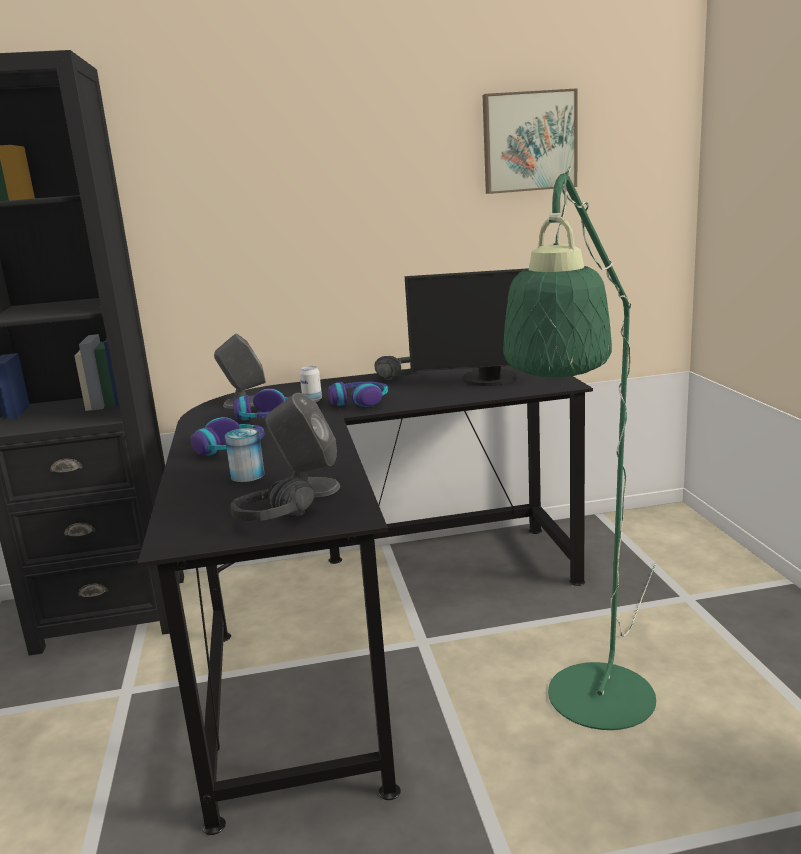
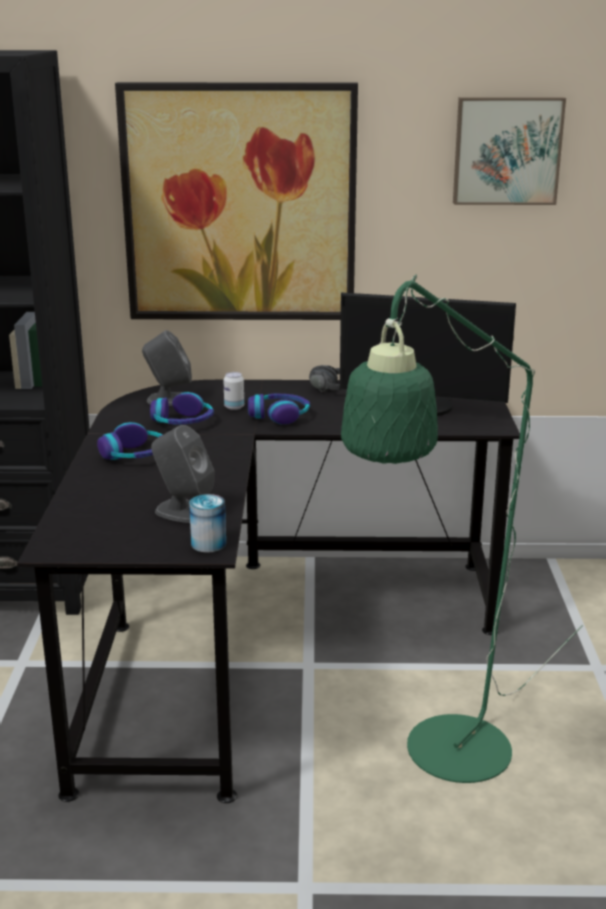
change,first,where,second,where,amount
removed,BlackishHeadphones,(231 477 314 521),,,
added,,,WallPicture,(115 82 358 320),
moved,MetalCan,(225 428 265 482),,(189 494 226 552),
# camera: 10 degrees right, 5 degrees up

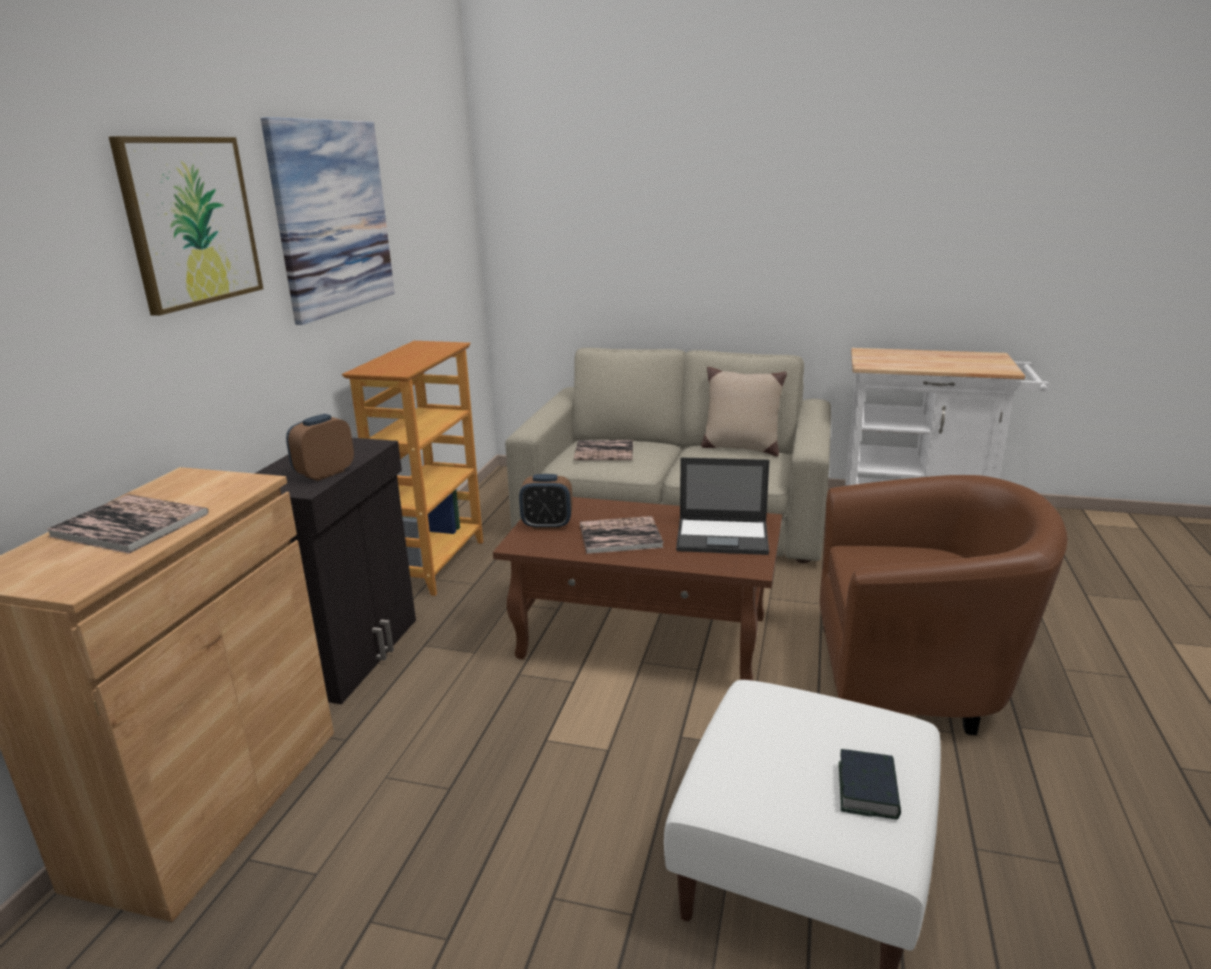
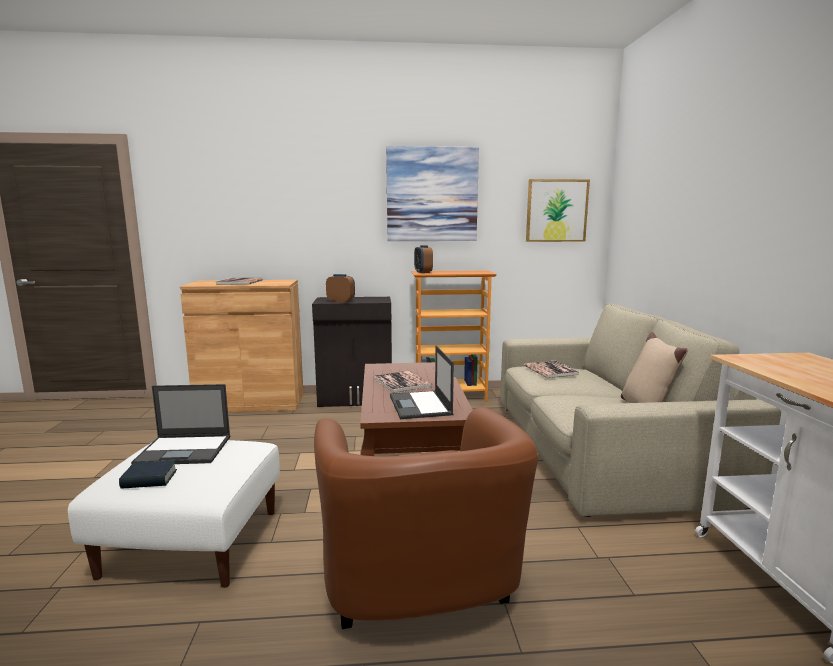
change,first,where,second,where,amount
added,,,NotebookComputer,(131 384 230 464),
moved,WallPicture,(109 136 263 316),,(526 179 590 242),
moved,AlarmClock,(519 474 573 529),,(414 245 433 273),
# camera: 70 degrees right, 10 degrees down

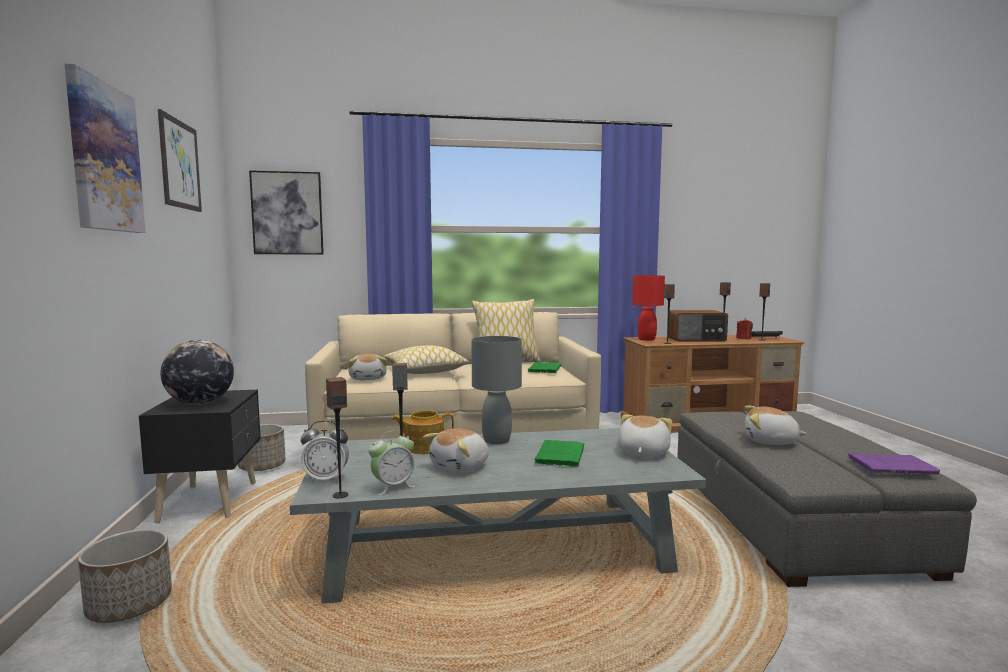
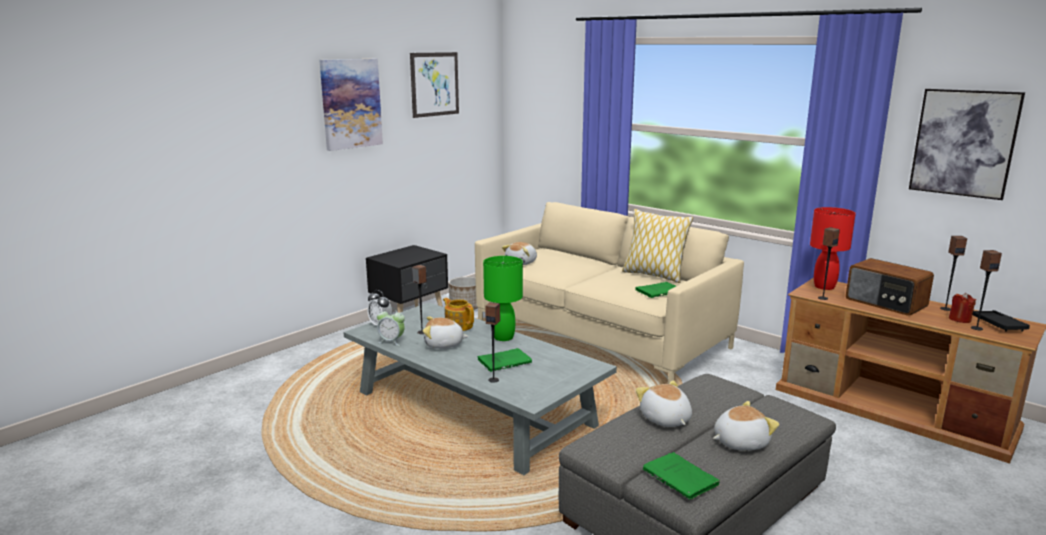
change,first,where,second,where,amount
removed,FlowerPot,(78 529 172 623),,,
removed,Globe,(161 340 234 405),,,
removed,Cushion,(383 345 469 374),,,
moved,WallPicture,(249 170 324 254),,(909 89 1025 200),
moved,AudioSpeaker,(326 377 349 499),,(485 302 500 383),
moved,CuddlyToy,(618 415 672 458),,(713 401 780 451),
recoloured,GreyishLampForATable,(471 336 522 445),GreenColouredLampForATable,(483 256 523 341),
recoloured,PurpleColouredBoundBook,(848 453 940 475),GreenColouredBoundBook,(643 452 721 500),
# camera: 50 degrees right, 10 degrees up

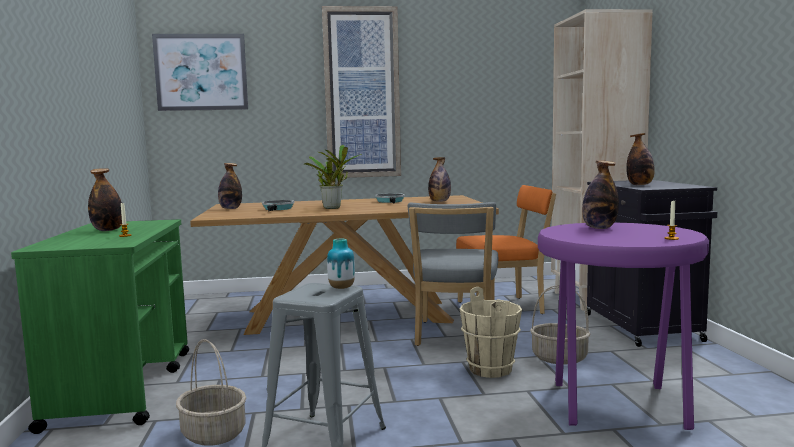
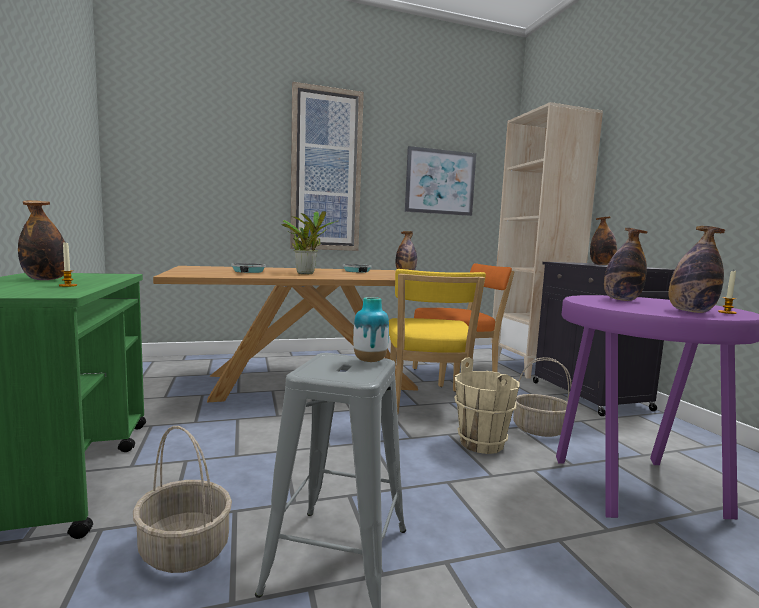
change,first,where,second,where,amount
moved,WallPicture,(152 34 248 111),,(405 146 476 216),
moved,Bottle,(218 163 242 209),,(668 226 725 313),
recoloured,GreyishPlainChair,(408 202 498 346),YellowColouredPlainChair,(389 269 486 414),
# camera: 10 degrees left, 0 degrees up

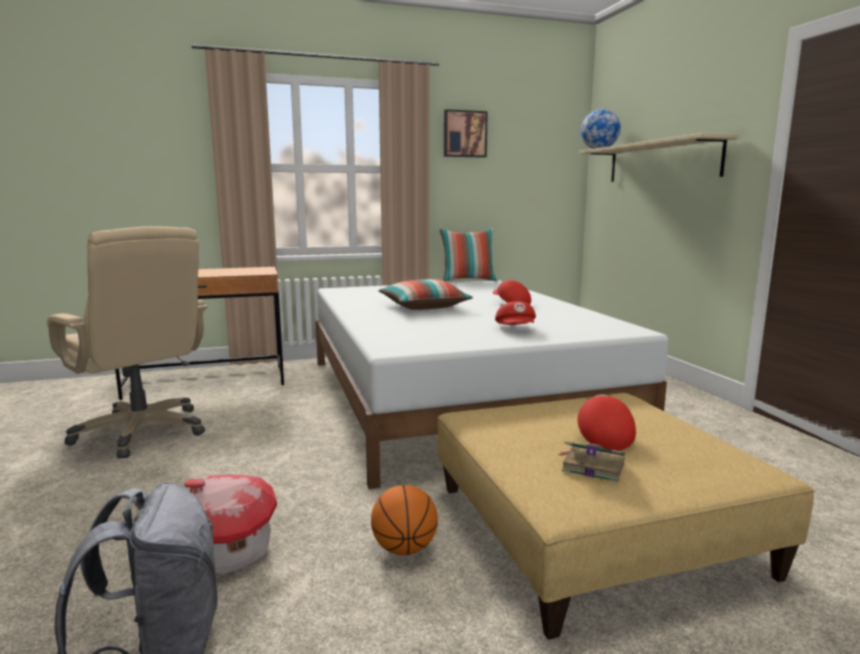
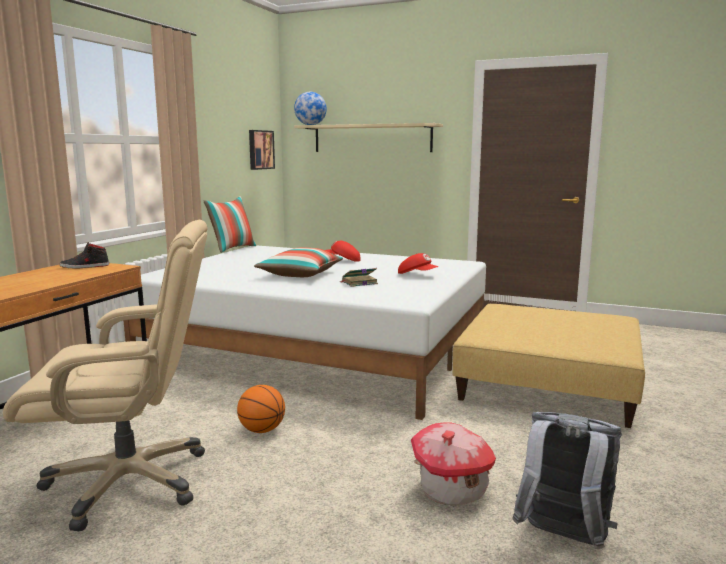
change,first,where,second,where,amount
removed,RedBaseballCap,(577 394 636 451),,,
added,,,BlackishShoe,(60 242 109 268),
moved,BasketballBall,(371 485 438 555),,(237 385 285 433),
moved,WallPicture,(444 109 488 158),,(249 130 275 170),
moved,BoundBook,(558 441 625 483),,(339 268 378 287),
# camera: 50 degrees left, 0 degrees up

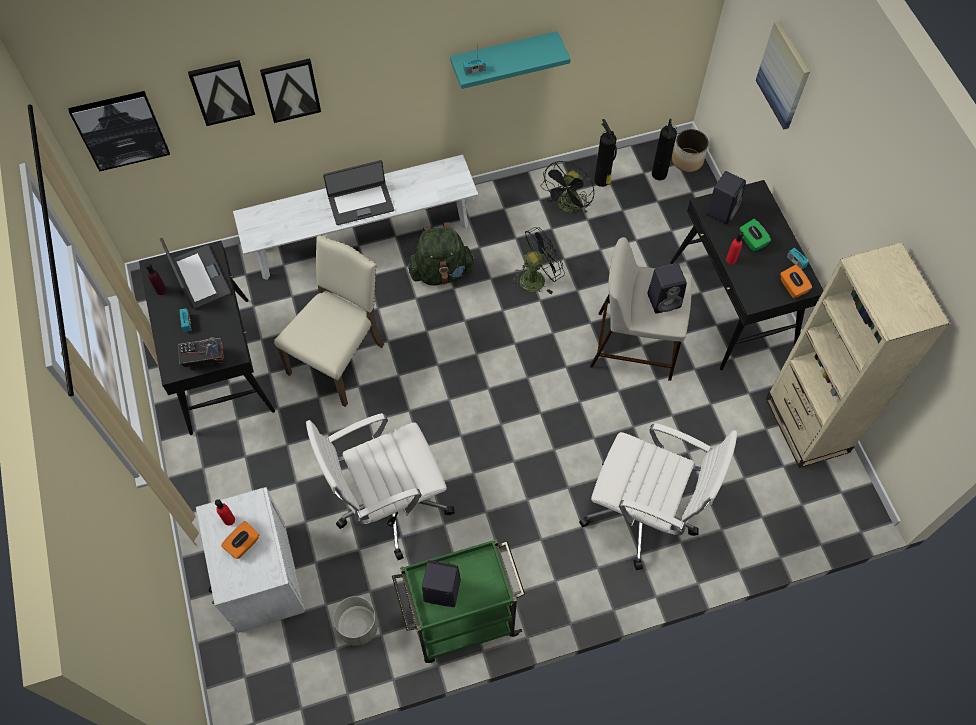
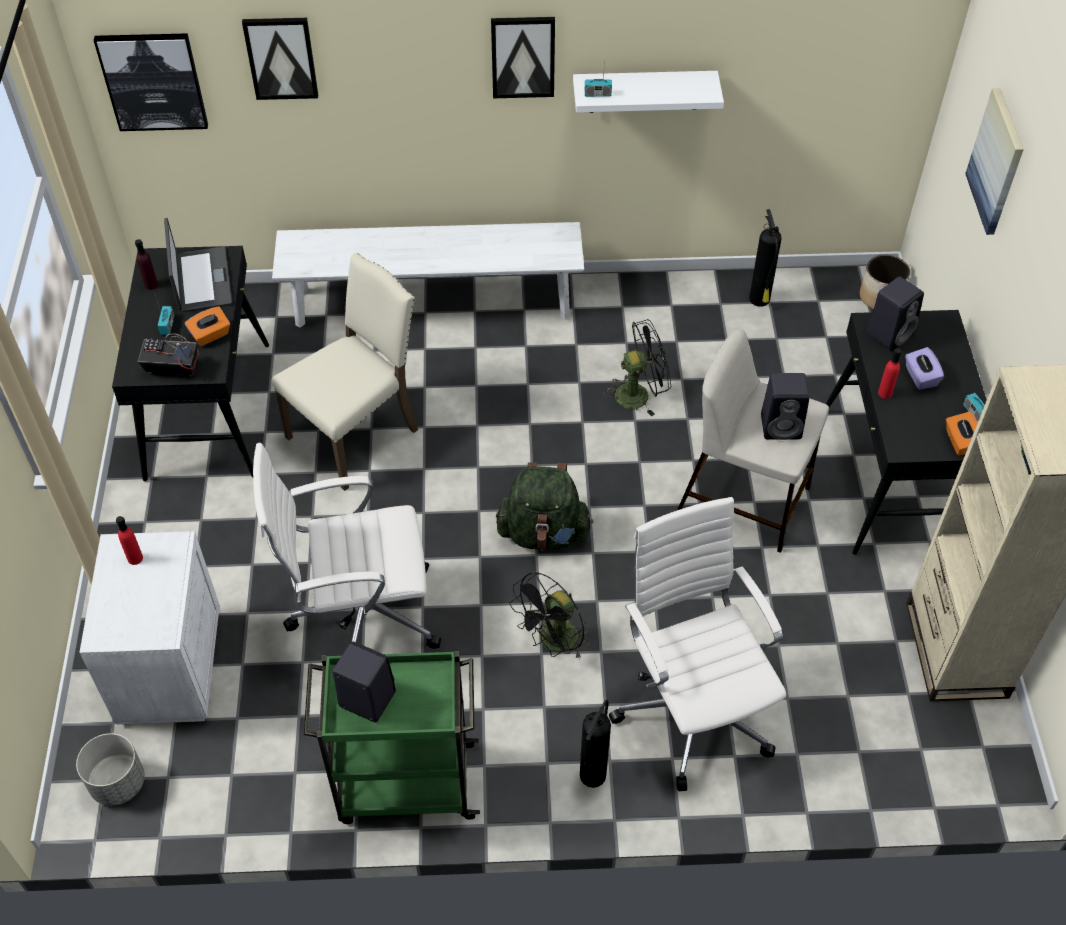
change,first,where,second,where,amount
removed,NotebookComputer,(323 160 394 225),,,
moved,OrangeyTissueHolder,(221 521 259 559),,(185 307 230 346),
moved,WallPicture,(260 58 321 123),,(491 17 555 98),
moved,GreyishFlowerPot,(333 596 378 646),,(76 733 145 806),
moved,GreenColouredKnapsack,(408 222 475 285),,(496 462 593 550),
moved,BlackishFan,(541 161 594 214),,(510 571 590 658),
moved,FireExtinguisher,(652 118 677 180),,(580 700 611 788),
recoloured,TurquoiseBracketShelf,(450 31 571 89),WhiteBracketShelf,(573 71 724 113),
recoloured,GreenColouredTissueHolder,(739 219 771 252),PurpleColouredTissueHolder,(905 347 944 390),
turned,WhiteDeskChair,(579 423 737 571),,(609 497 786 791),150 degrees counterclockwise
# camera: 15 degrees right, 10 degrees down

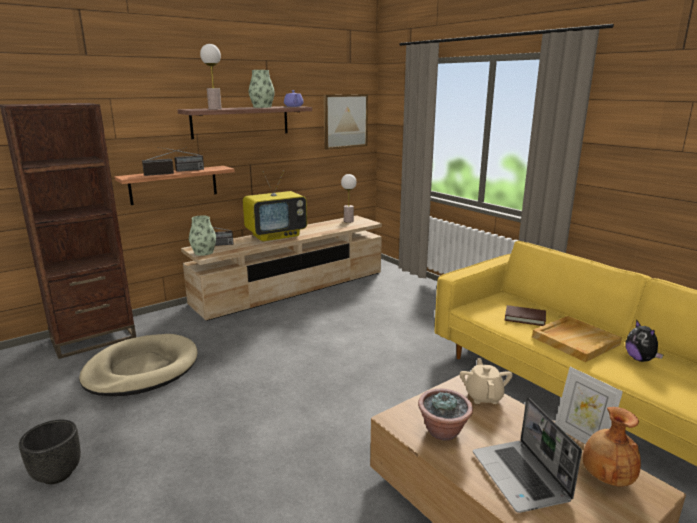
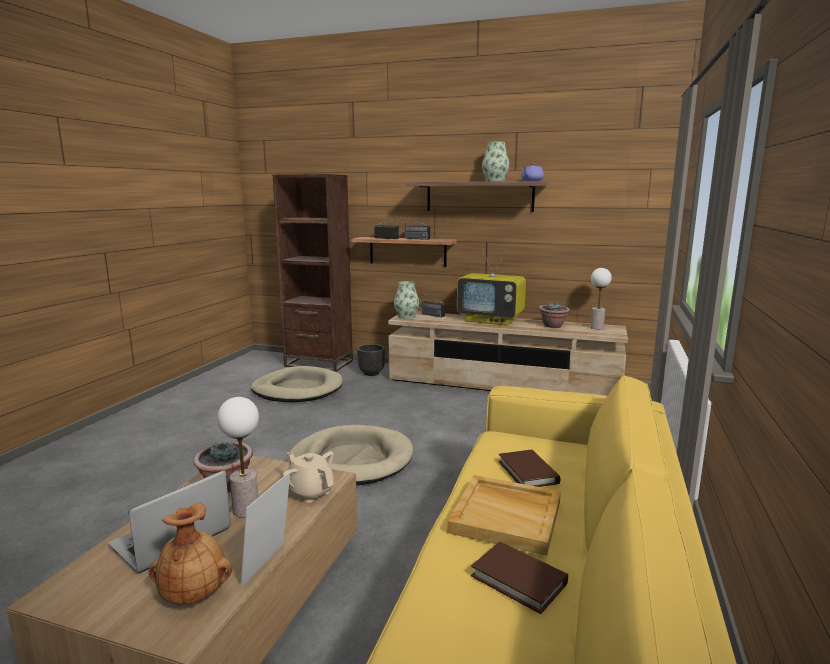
change,first,where,second,where,amount
removed,WallPicture,(324 94 368 150),,,
added,,,BeigeColouredDogBed,(287 425 414 486),
added,,,PottedPlant,(539 303 570 328),
moved,BlackishFlowerPot,(19 420 81 484),,(357 344 385 376),
moved,LampForATable,(200 44 222 109),,(217 397 259 518),
replaced,CuddlyToy,(625 320 663 362),BrownColouredBoundBook,(471 542 568 614),
turned,BeigeColouredTeaPot,(460 358 513 404),,(282 451 334 503),105 degrees counterclockwise
# camera: 55 degrees right, 5 degrees down

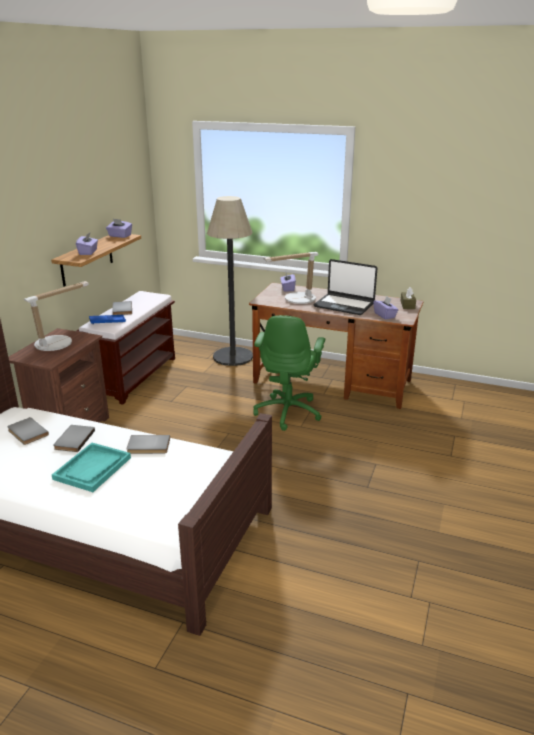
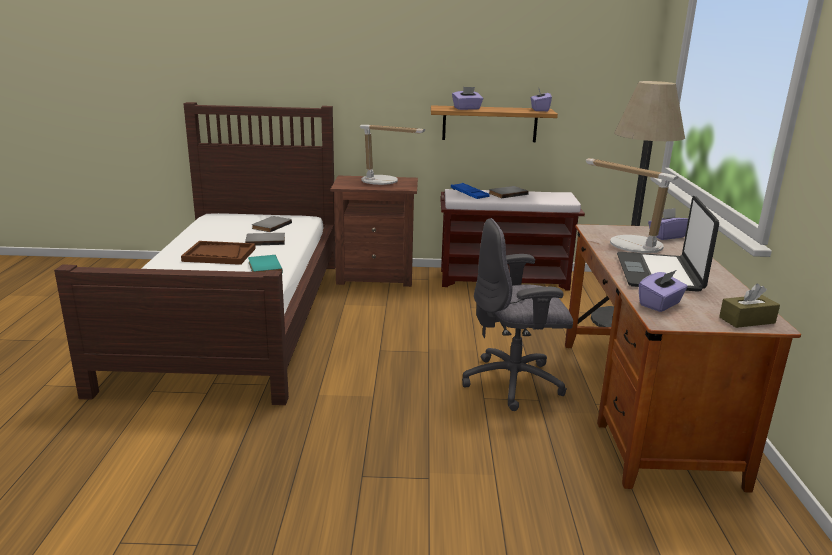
change,first,where,second,where,amount
recoloured,TurquoiseServingTray,(52 443 131 492),BrownColouredServingTray,(181 241 256 265),
recoloured,GreyishBoundBook,(126 435 170 454),TurquoiseBoundBook,(248 255 283 273),
recoloured,GreenColouredDeskChair,(253 315 325 431),GreyishDeskChair,(462 218 573 411),
# camera: 70 degrees right, 5 degrees down

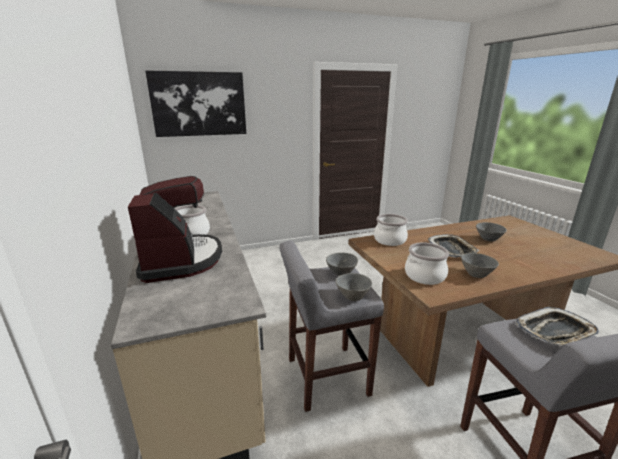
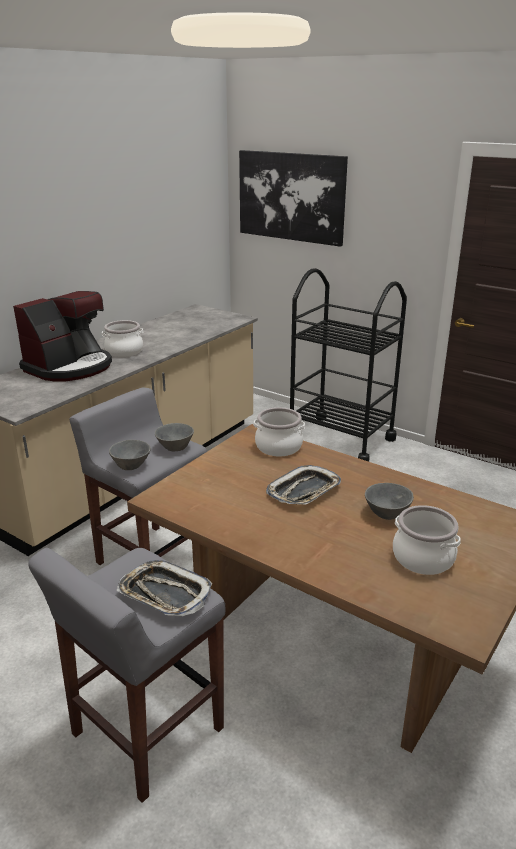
change,first,where,second,where,amount
removed,GreyishServingBowl,(461 253 499 278),,,
added,,,BlackishCart,(290 268 407 462),
moved,CookingPot,(405 242 449 285),,(393 505 461 575),
# camera: 55 degrees right, 5 degrees up

